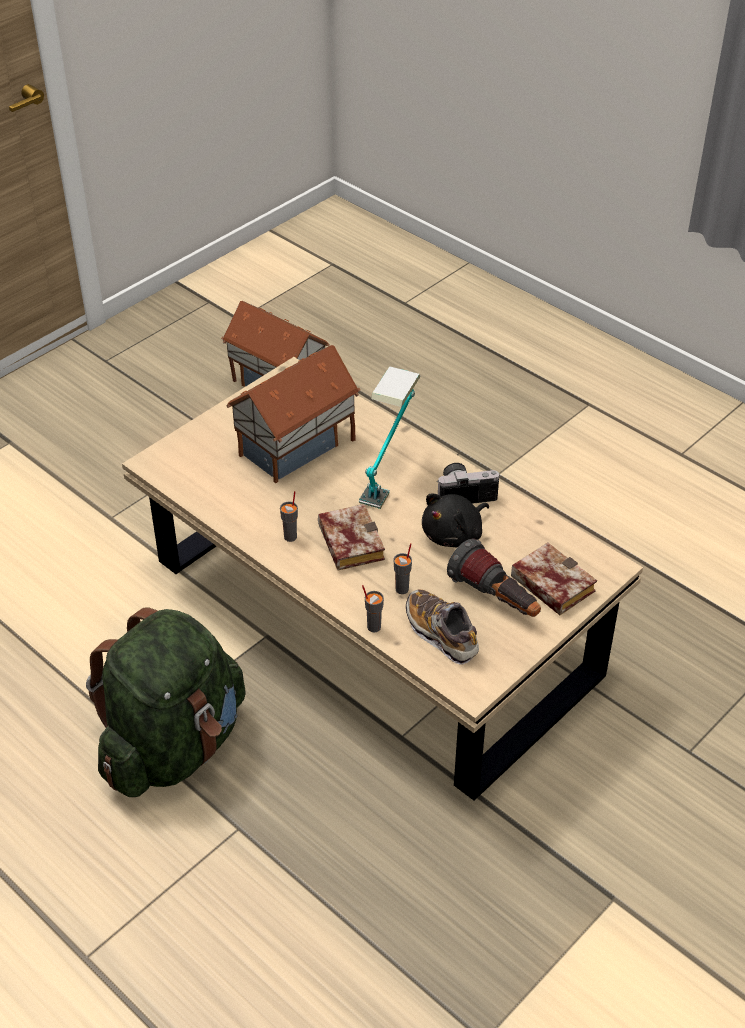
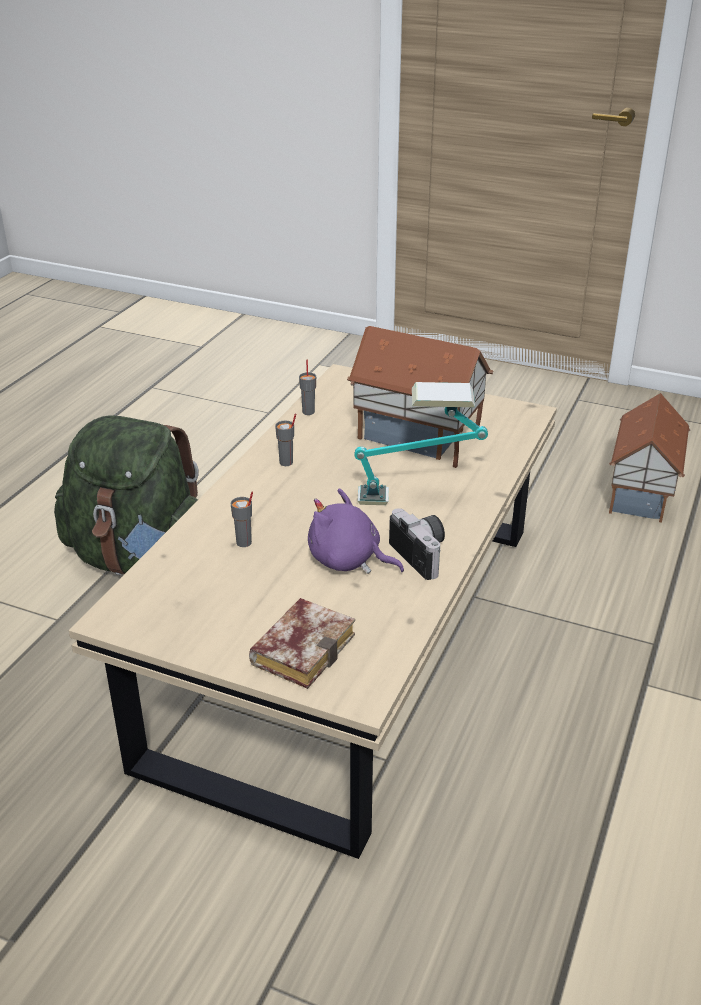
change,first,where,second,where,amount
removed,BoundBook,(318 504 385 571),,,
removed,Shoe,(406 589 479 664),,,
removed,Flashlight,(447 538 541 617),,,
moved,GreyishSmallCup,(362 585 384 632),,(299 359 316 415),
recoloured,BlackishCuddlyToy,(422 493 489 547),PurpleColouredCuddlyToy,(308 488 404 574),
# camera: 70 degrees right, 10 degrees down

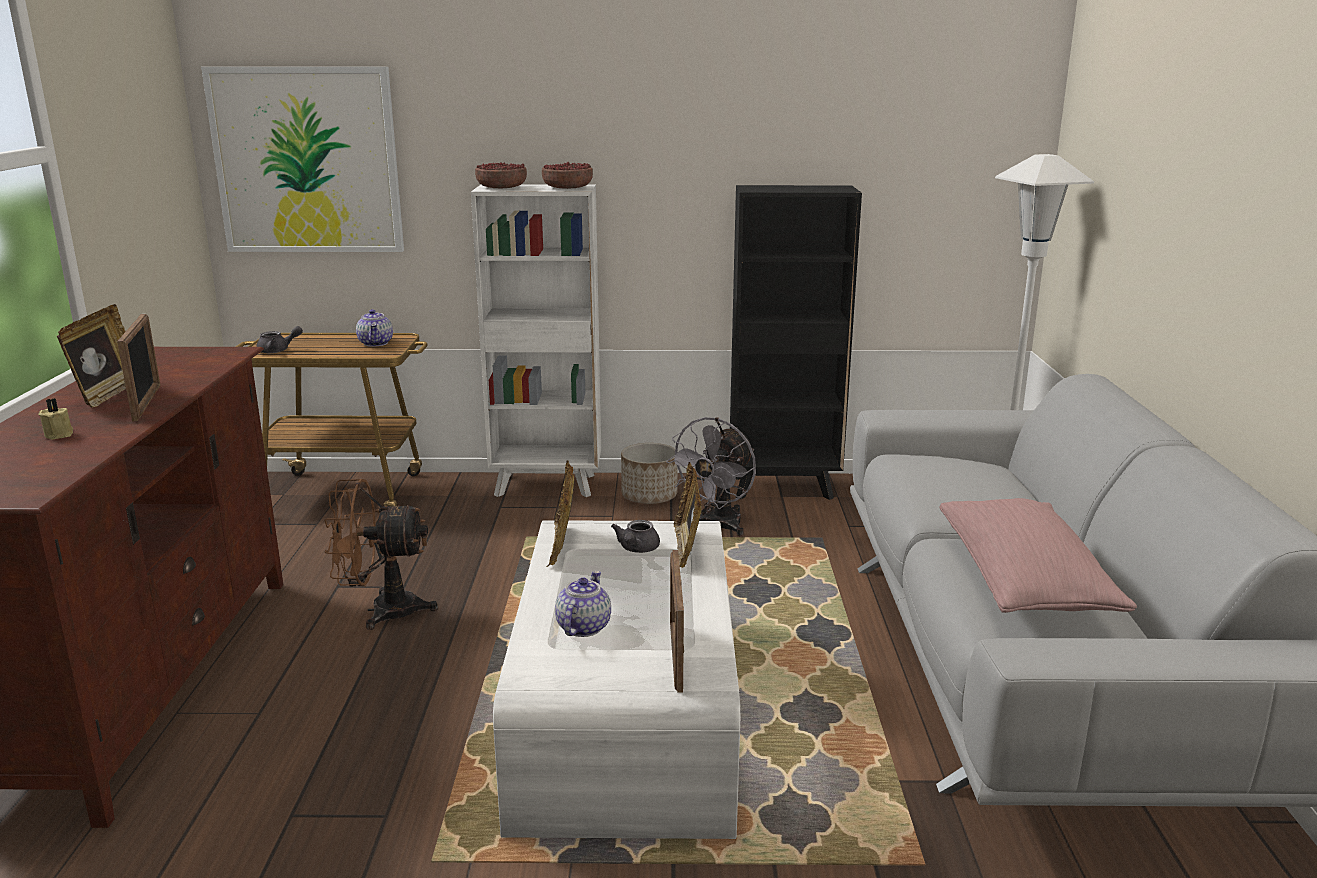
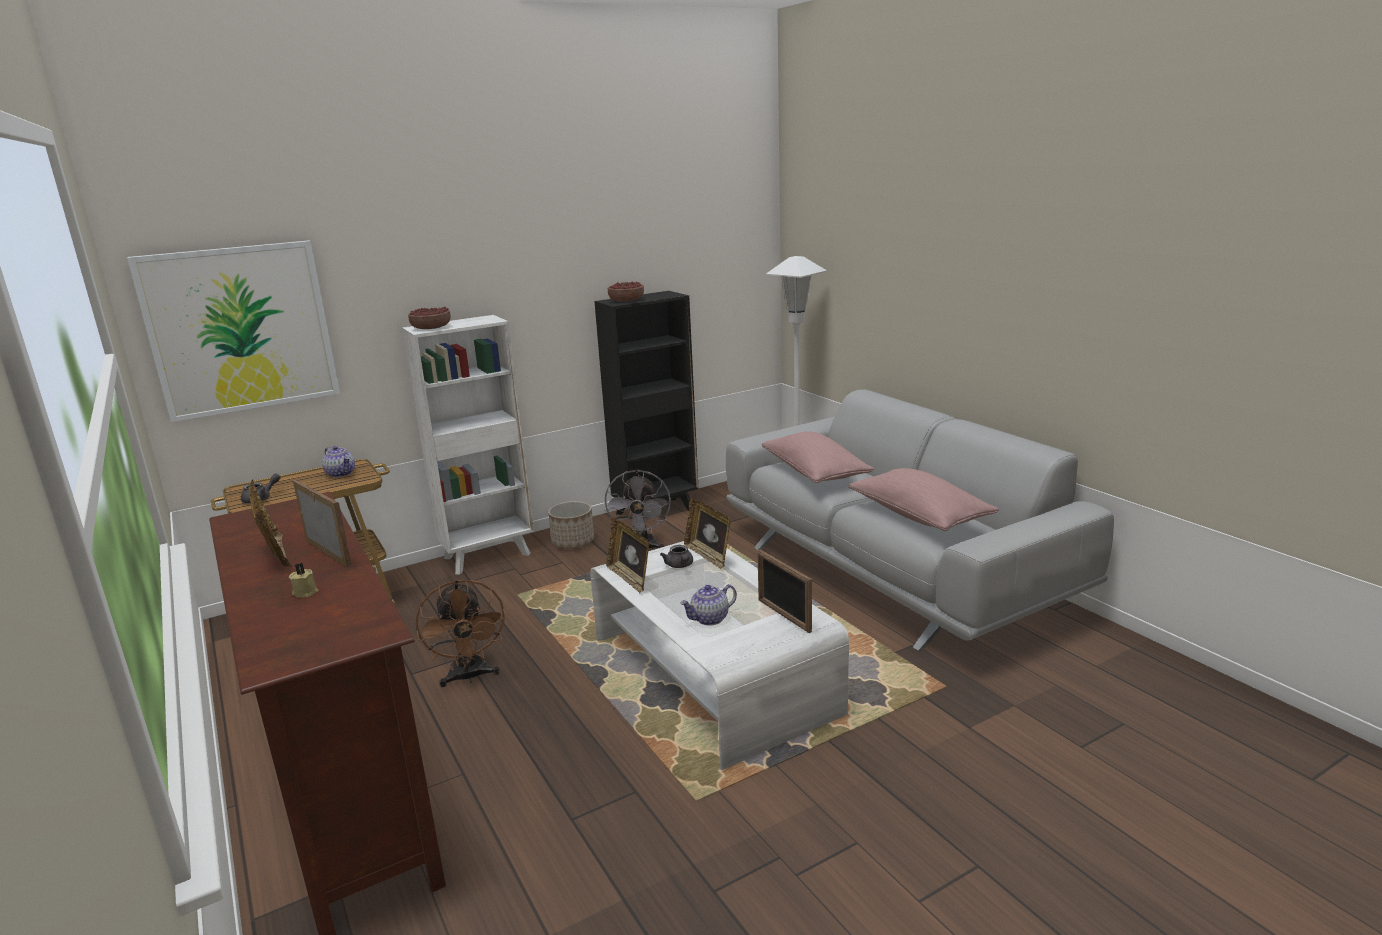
change,first,where,second,where,amount
added,,,PinkCushion,(762 431 874 483),
moved,ServingBowl,(542 162 593 189),,(608 281 644 302),
turned,BrownColouredFan,(324 479 438 630),,(416 579 506 687),75 degrees counterclockwise
turned,TeaPot,(555 571 611 637),,(680 584 737 626),105 degrees counterclockwise
# camera: 30 degrees left, 0 degrees up

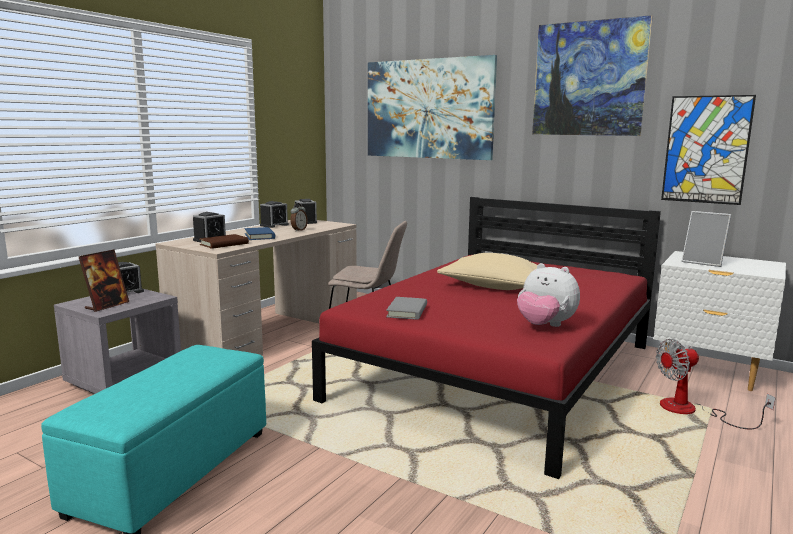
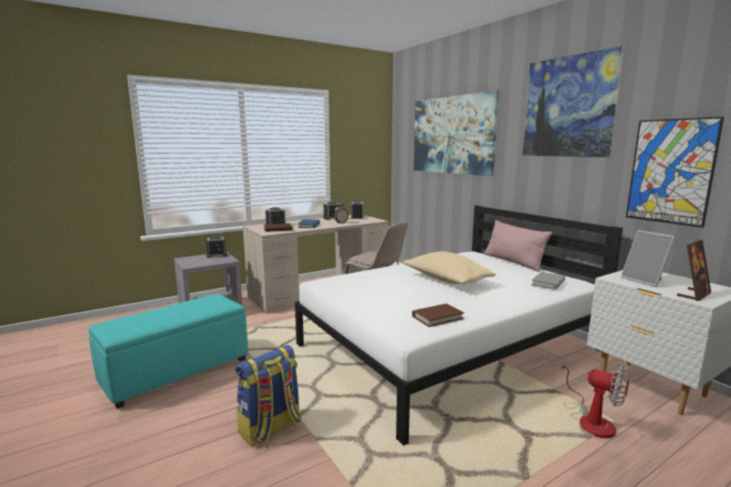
change,first,where,second,where,amount
added,,,Knapsack,(235 345 301 447),
added,,,PinkCushion,(484 220 552 272),
moved,PhotoFrame,(79 250 129 312),,(677 240 711 301),
moved,GreyishBoundBook,(386 297 427 319),,(531 272 565 290),
replaced,CuddlyToy,(517 263 580 327),BrownColouredBoundBook,(412 303 464 327),
recoloured,RedBedroomBed,(312 197 661 479),WhiteBedroomBed,(295 205 623 446),
turned,Fan,(656 339 776 430),,(561 360 630 438),150 degrees counterclockwise
# camera: 25 degrees right, 0 degrees up

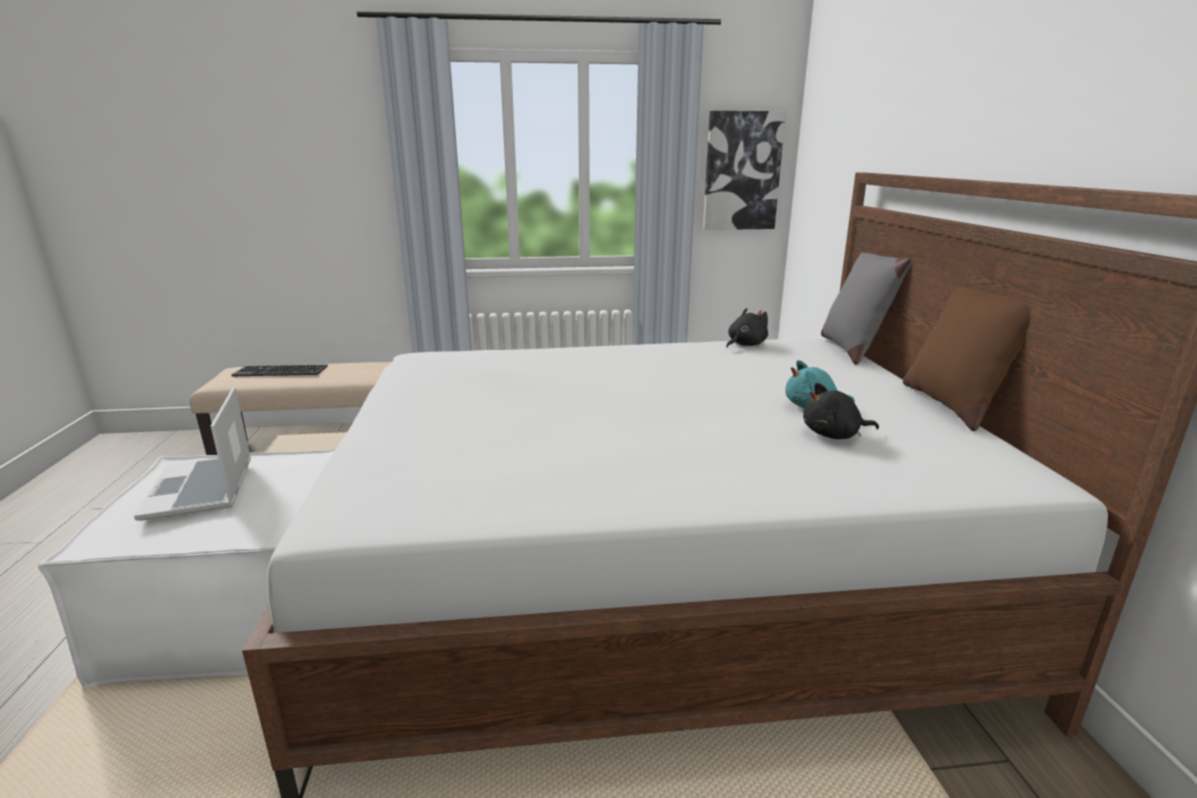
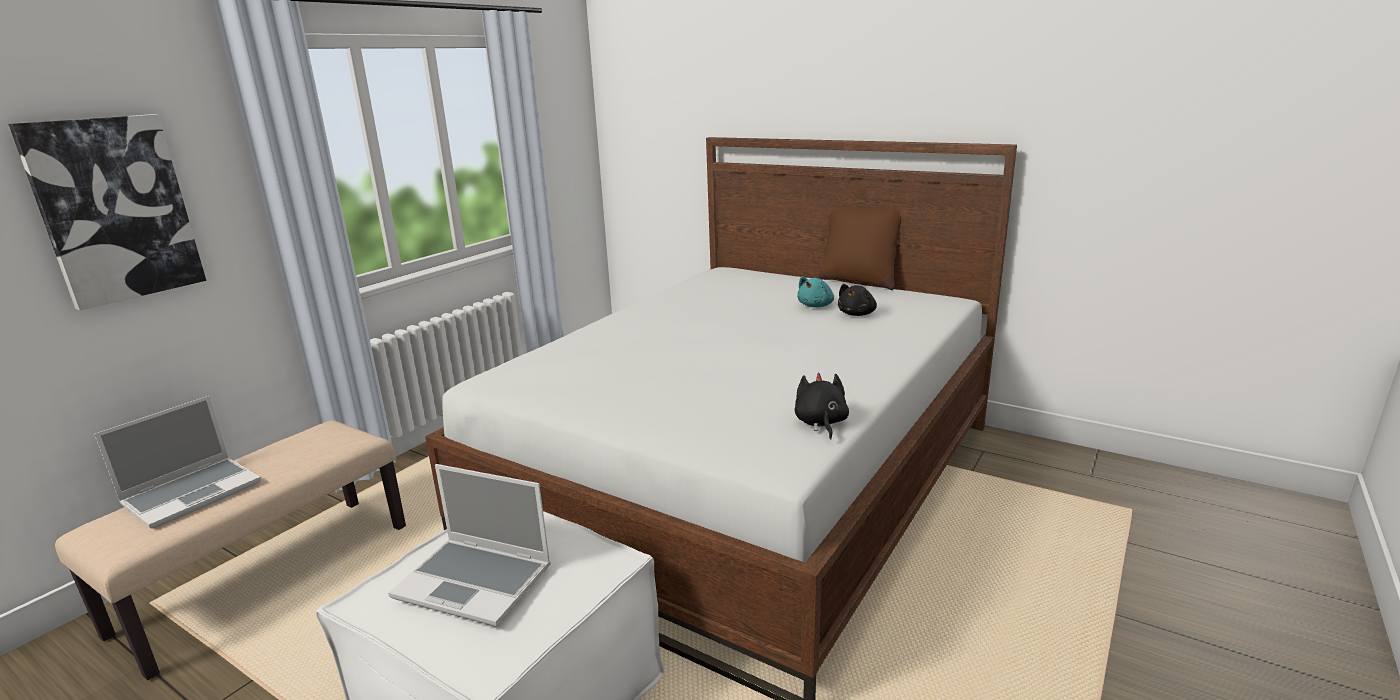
change,first,where,second,where,amount
removed,GreyishCushion,(821 252 913 365),,,
moved,WallPicture,(703 111 786 230),,(8 114 206 310),
moved,BlackishCuddlyToy,(726 308 768 348),,(795 373 849 440),
replaced,Keyboard,(231 365 328 377),NotebookComputer,(94 396 261 529),
# camera: 50 degrees left, 0 degrees up

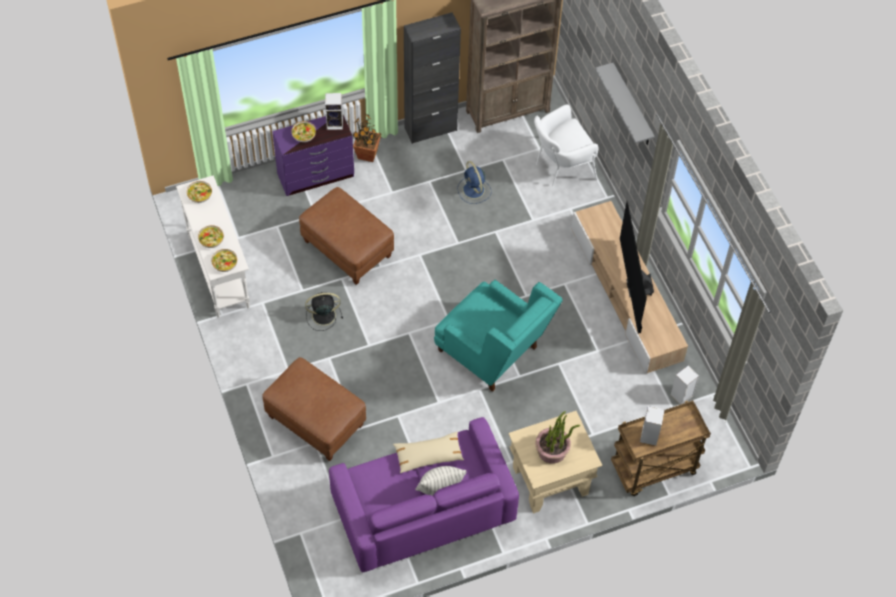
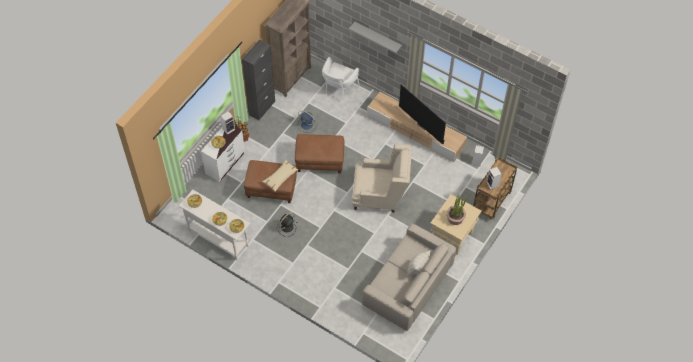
change,first,where,second,where,amount
moved,BrownColouredOttoman,(262 357 366 461),,(295 134 344 173),
moved,BeigeColouredCushion,(393 431 464 473),,(262 160 298 191),
recoloured,PurpleColouredChestOfDrawers,(272 115 354 196),WhiteChestOfDrawers,(201 126 245 182),
recoloured,PurpleColouredSofa,(329 417 519 573),BeigeColouredSofa,(362 224 456 331),
recoloured,TurquoiseLoungeChair,(434 280 562 392),BeigeColouredLoungeChair,(352 144 412 213),
# camera: 35 degrees left, 0 degrees up

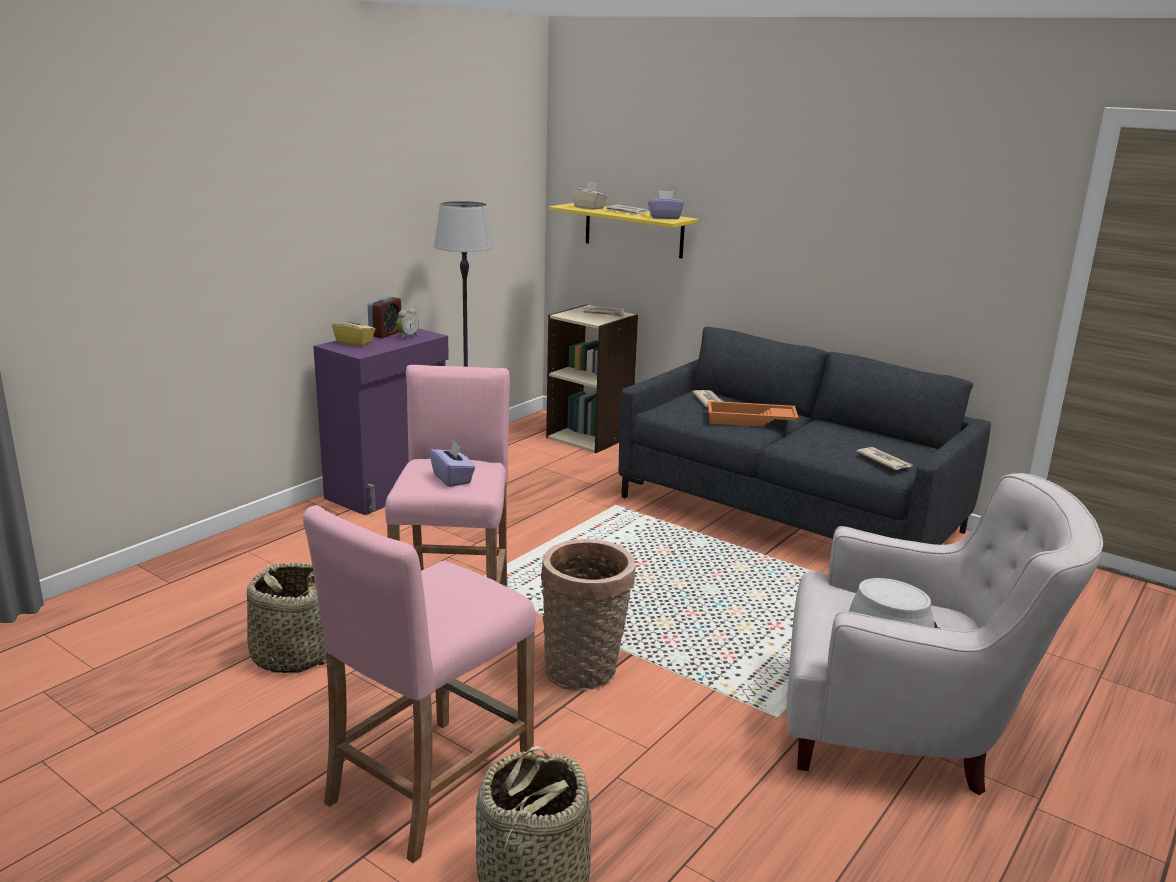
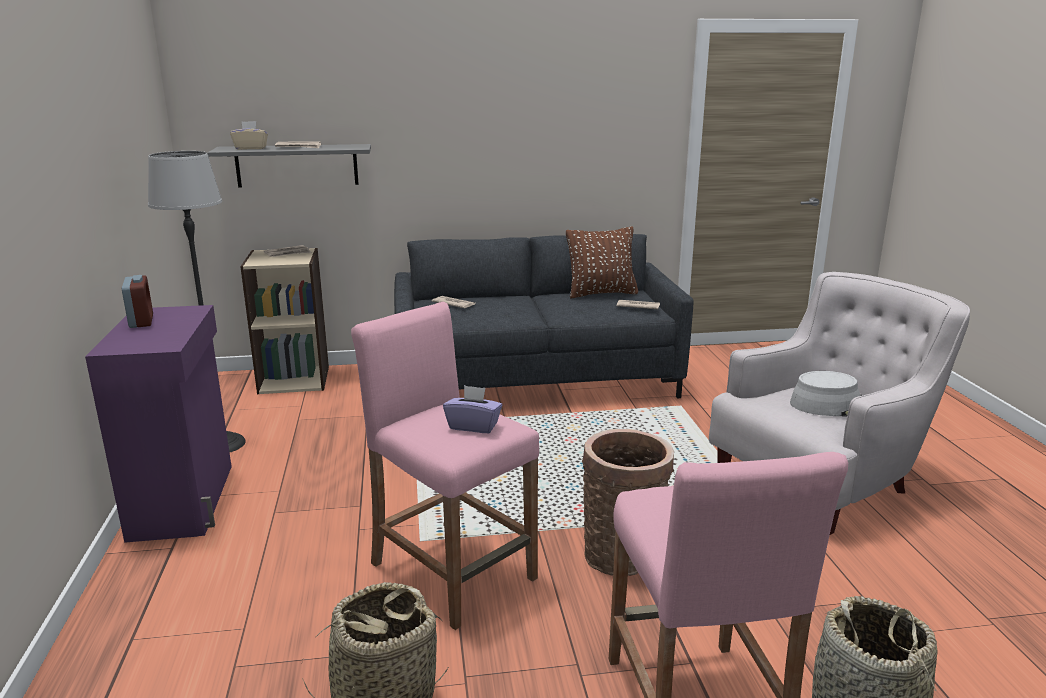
change,first,where,second,where,amount
removed,YellowColouredTissueHolder,(332 313 375 346),,,
removed,AlarmClock,(396 308 419 339),,,
removed,PurpleColouredTissueHolder,(648 191 684 219),,,
removed,OrangeyServingTray,(708 401 799 427),,,
added,,,BrownColouredCushion,(566 227 638 298),
recoloured,YellowColouredBracketShelf,(549 203 698 259),GreyishBracketShelf,(208 144 371 188),
# camera: 45 degrees left, 0 degrees up

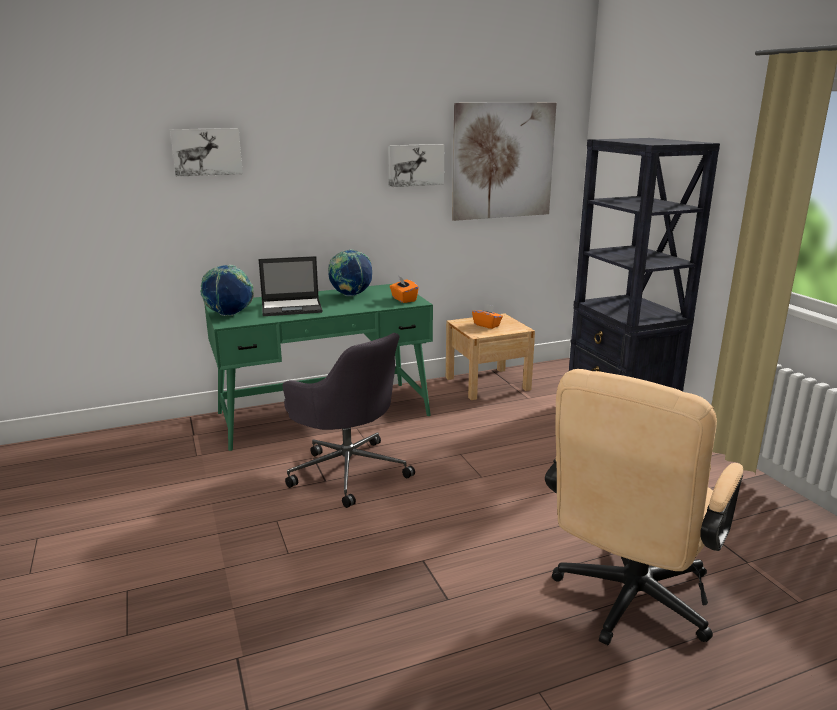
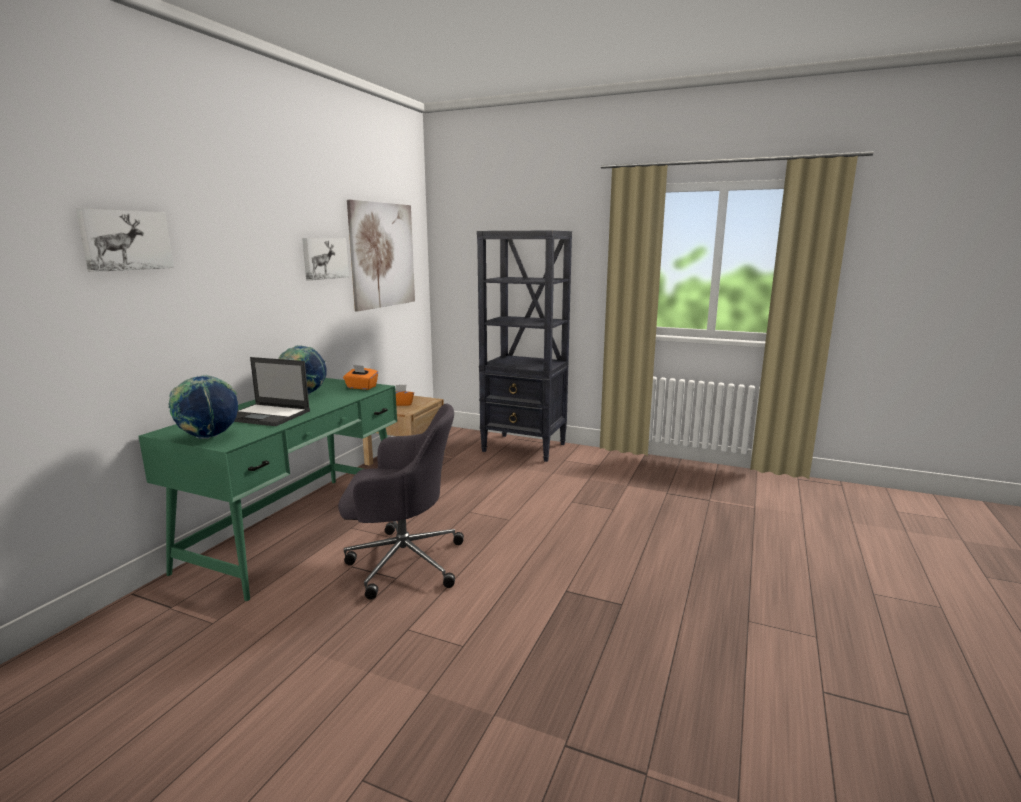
change,first,where,second,where,amount
removed,BeigeColouredDeskChair,(545 369 743 645),,,
turned,NotebookComputer,(258 256 322 316),,(234 357 310 426),75 degrees clockwise
# camera: 45 degrees left, 5 degrees down

